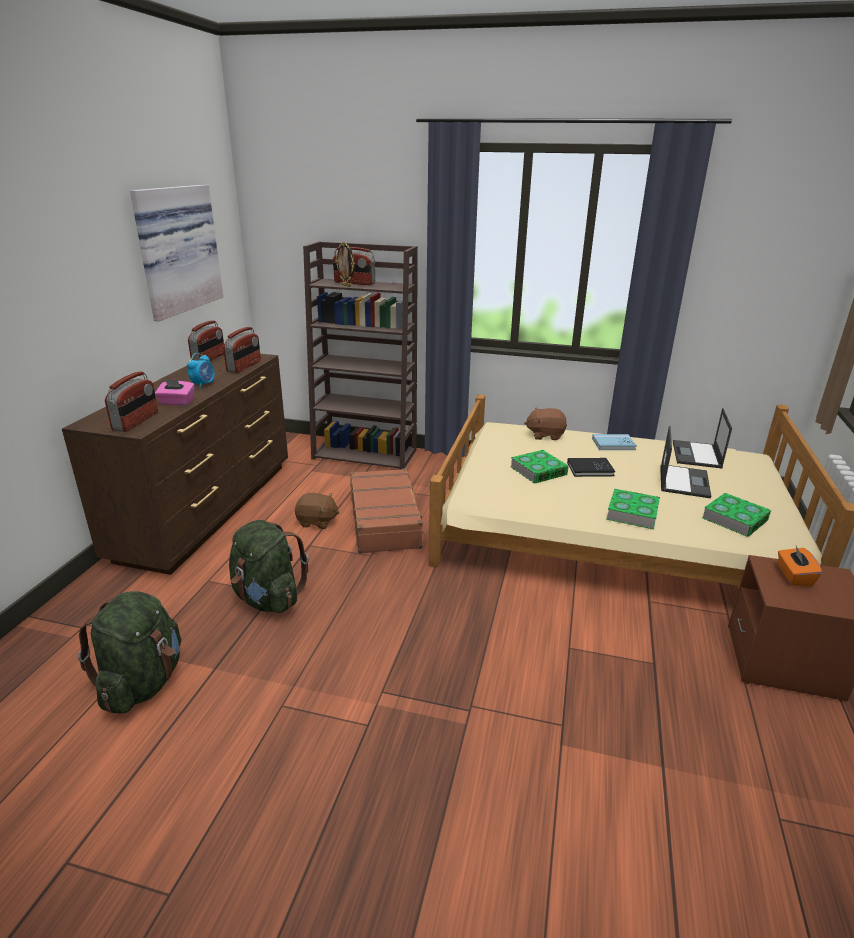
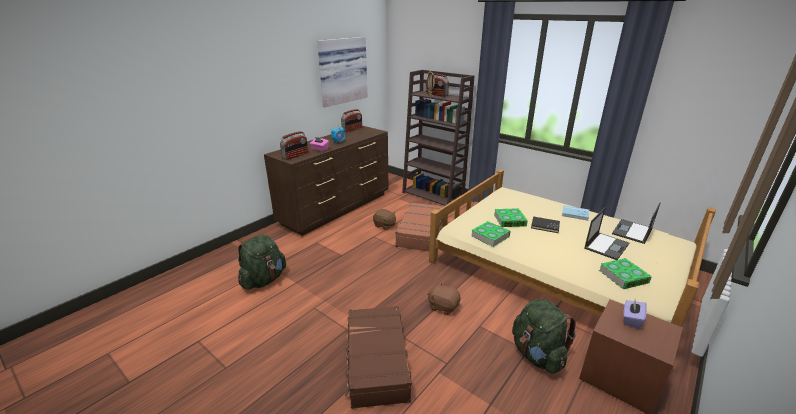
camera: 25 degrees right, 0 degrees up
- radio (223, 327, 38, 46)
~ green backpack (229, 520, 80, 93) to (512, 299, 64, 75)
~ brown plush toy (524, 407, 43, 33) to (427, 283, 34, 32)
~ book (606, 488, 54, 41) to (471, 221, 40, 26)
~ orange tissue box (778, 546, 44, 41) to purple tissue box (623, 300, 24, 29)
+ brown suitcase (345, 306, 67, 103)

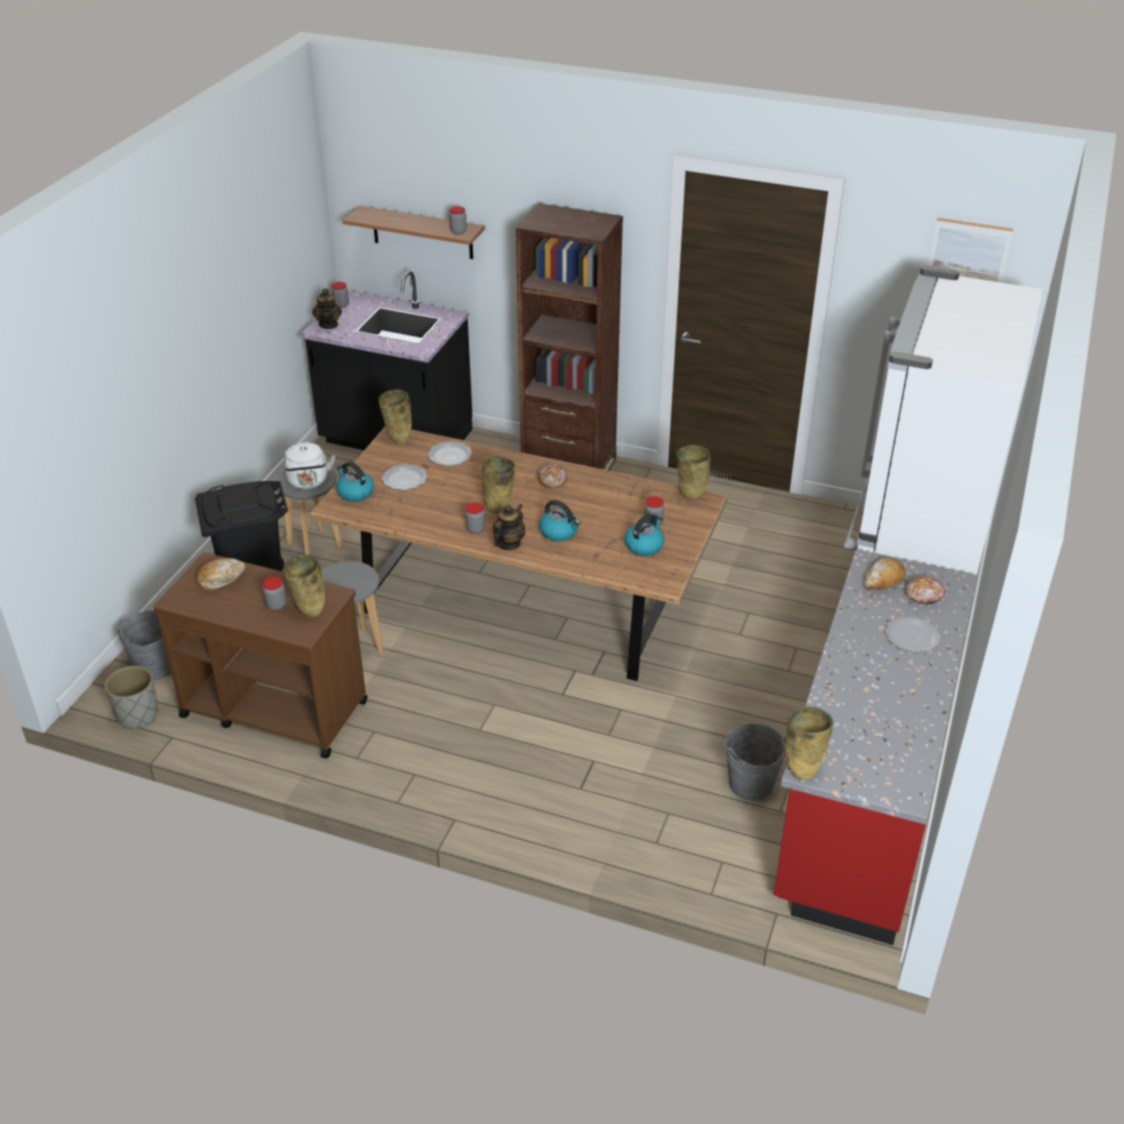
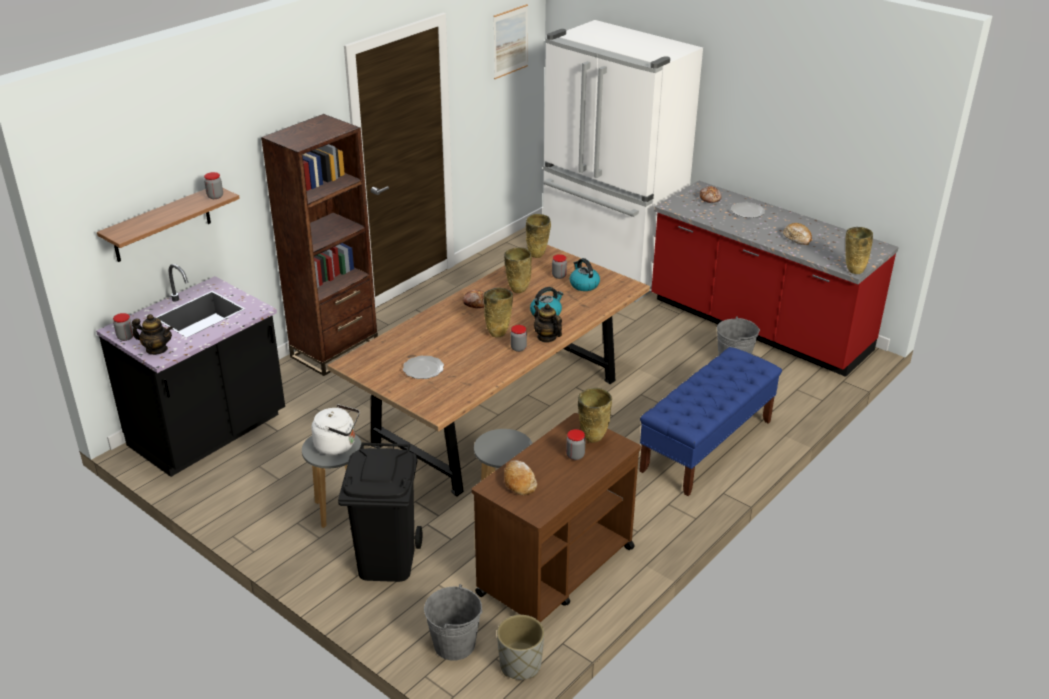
camera: 70 degrees left, 5 degrees down
- kettle (336, 461, 38, 41)
~ beige vase (379, 390, 33, 54) to (504, 247, 28, 46)
- plate (428, 441, 44, 25)
~ bread (864, 557, 42, 33) to (783, 223, 29, 22)
+ blue bench (639, 347, 143, 149)

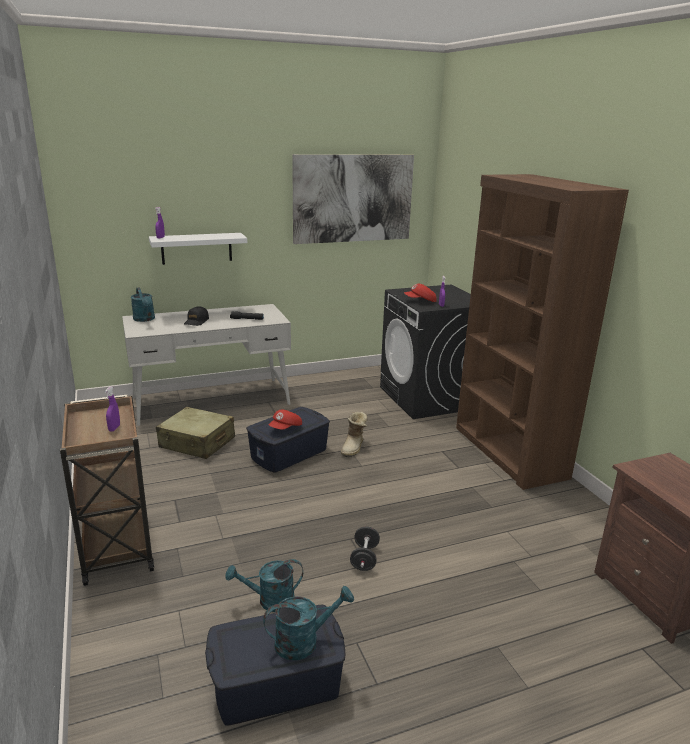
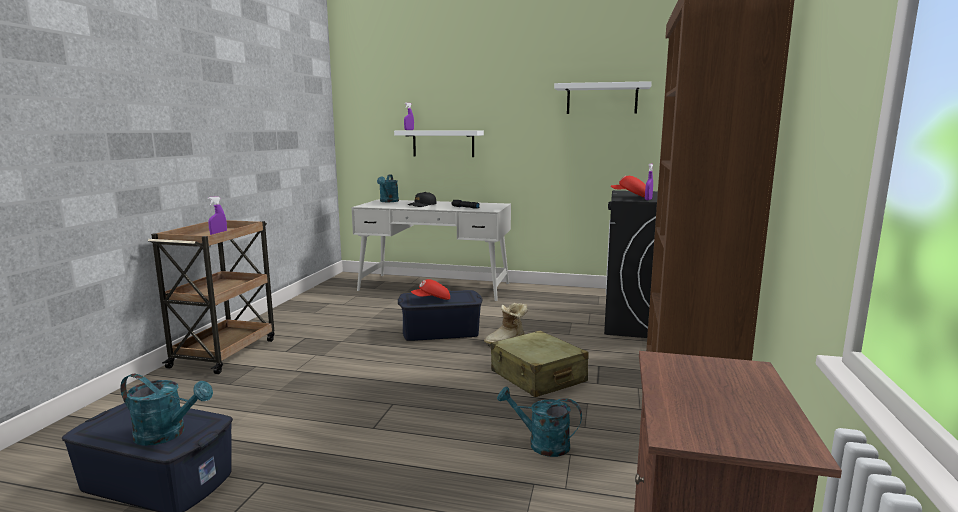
camera: 35 degrees right, 10 degrees down
~ beige suitcase (156, 407, 79, 52) to (491, 331, 98, 66)
~ turquoise watering can (225, 559, 78, 53) to (497, 387, 85, 70)
~ picture (292, 154, 122, 90) to white shelf (554, 81, 98, 33)
- black dumbbell (350, 526, 30, 45)

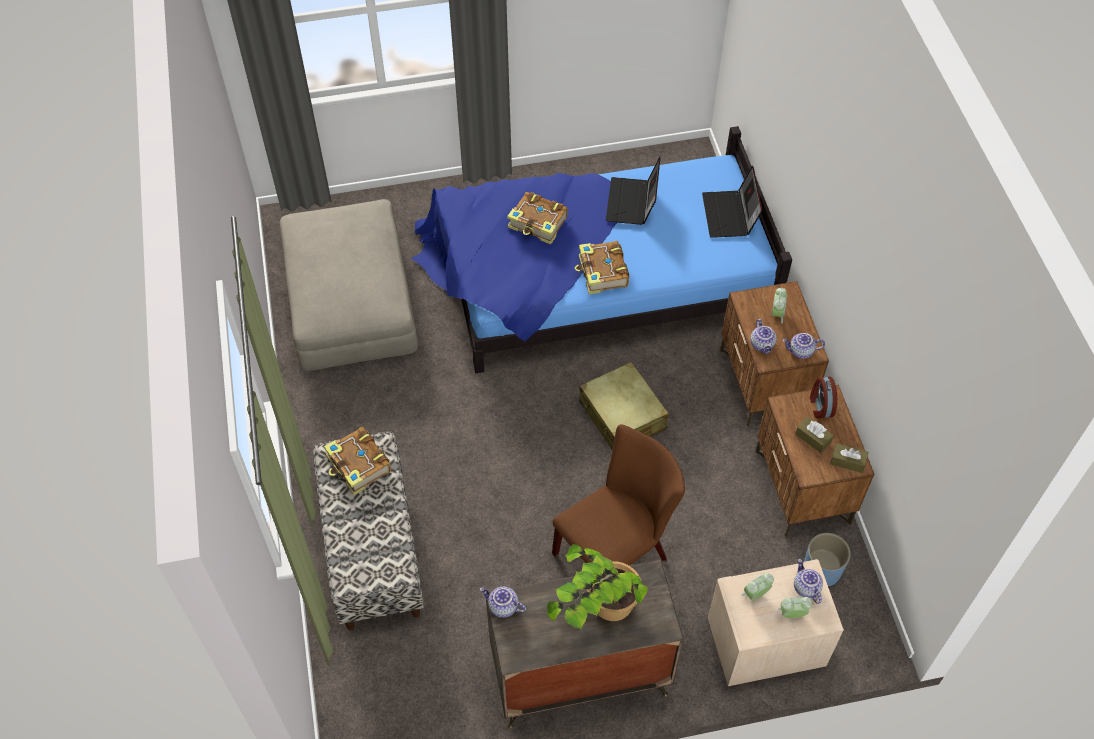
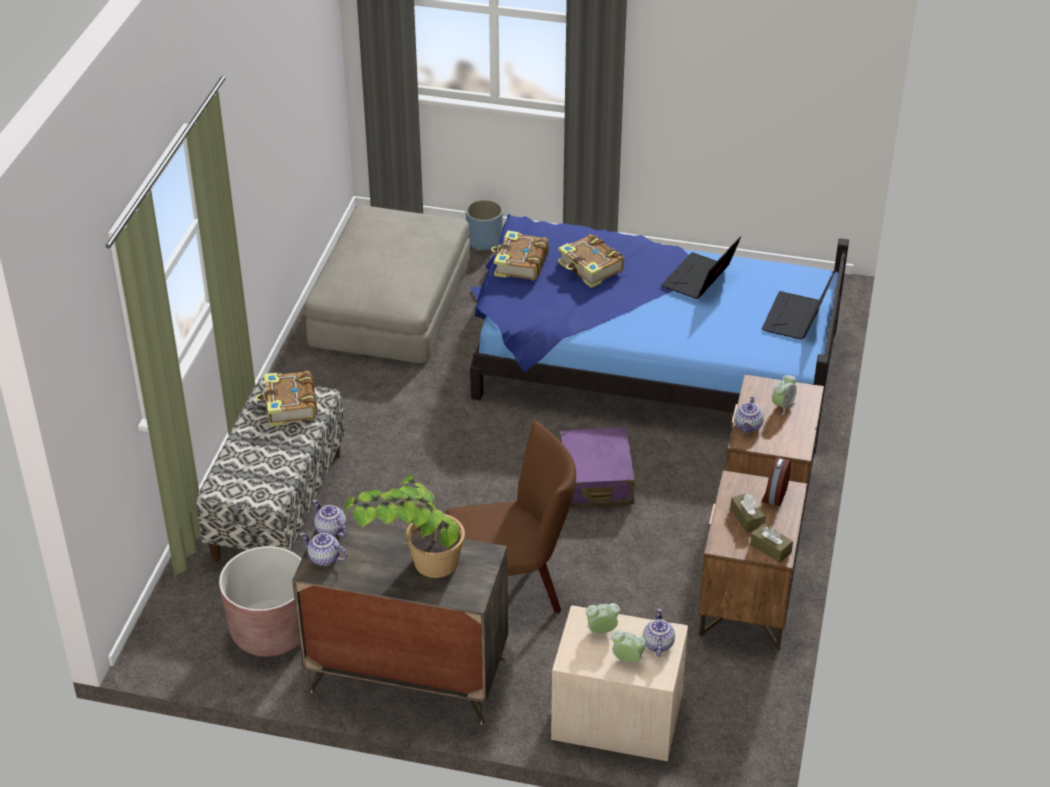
camera: 25 degrees right, 15 degrees down
~ book (575, 241, 54, 53) to (491, 231, 58, 50)
~ beige suitcase (579, 362, 90, 87) to purple suitcase (560, 427, 75, 80)
~ teapot (782, 333, 43, 26) to (300, 532, 47, 34)
~ blue planter (804, 533, 46, 54) to (466, 199, 37, 52)
+ brown planter (219, 546, 83, 111)

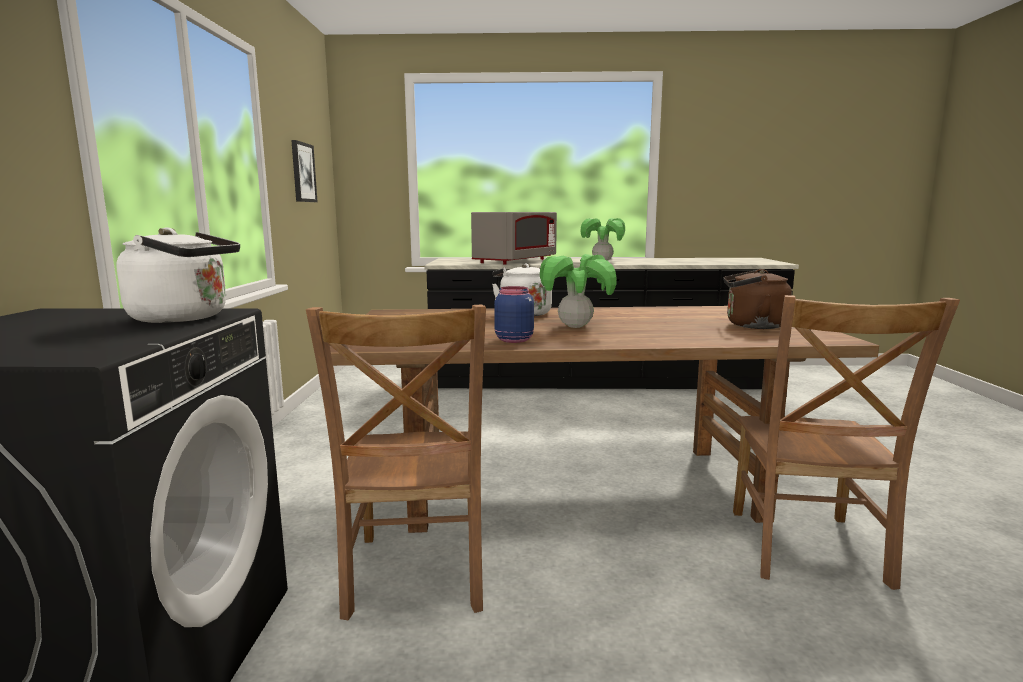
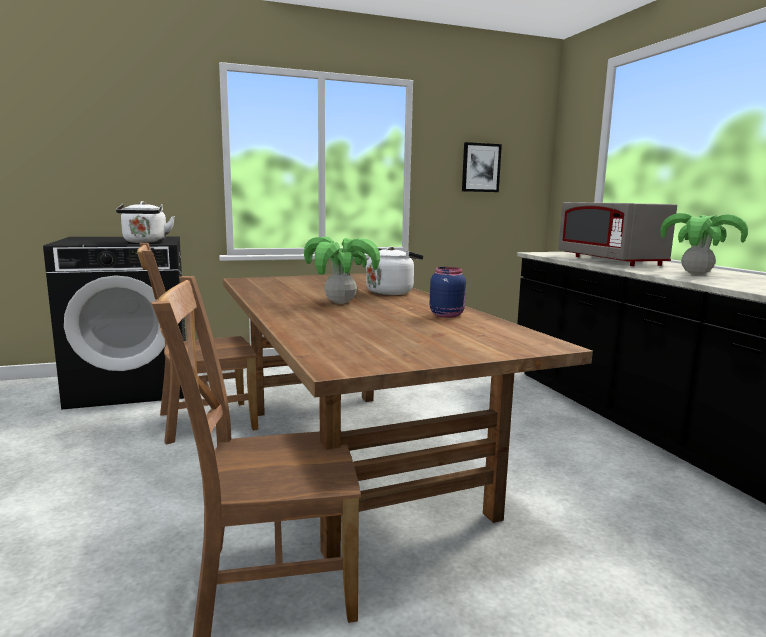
camera: 70 degrees right, 0 degrees up
~ grey microwave (471, 212, 86, 53) = (558, 202, 119, 64) 60 degrees clockwise
~ blue jar (494, 286, 40, 57) to (430, 267, 36, 51)
- brown kettle (723, 269, 69, 60)

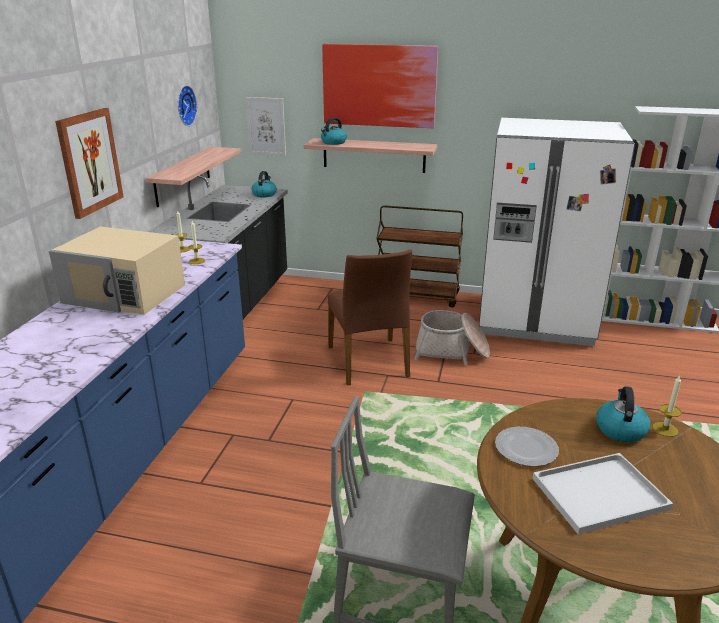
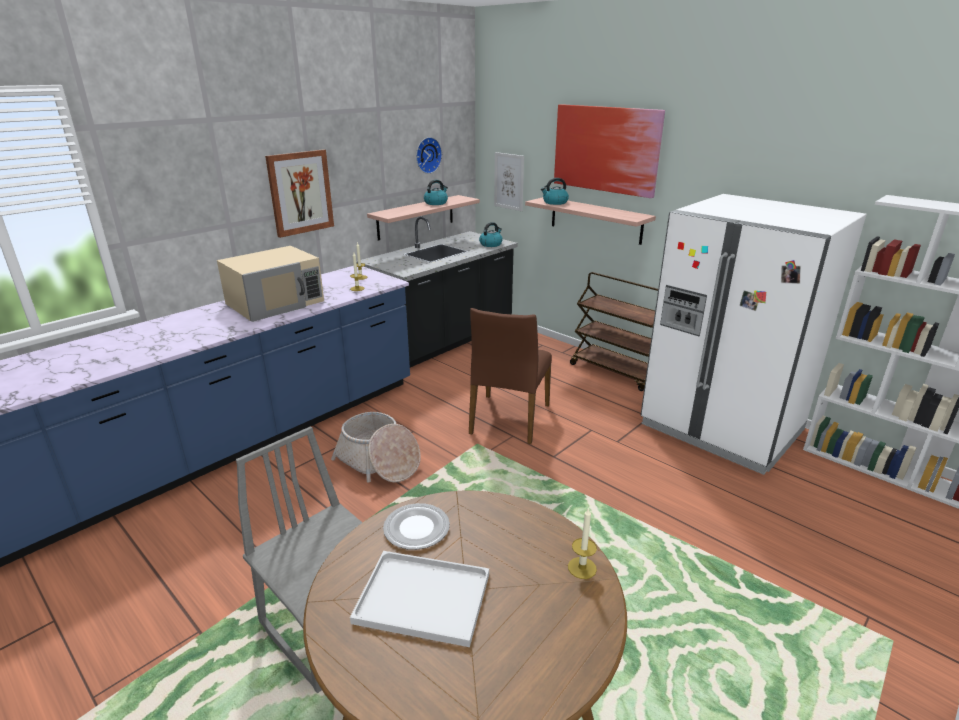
camera: 30 degrees right, 0 degrees up
~ beige microwave (49, 226, 136, 89) = (217, 246, 107, 76) 90 degrees counterclockwise
~ basket (414, 310, 76, 55) to (331, 412, 90, 70)
~ kettle (596, 386, 54, 57) to (424, 180, 24, 25)

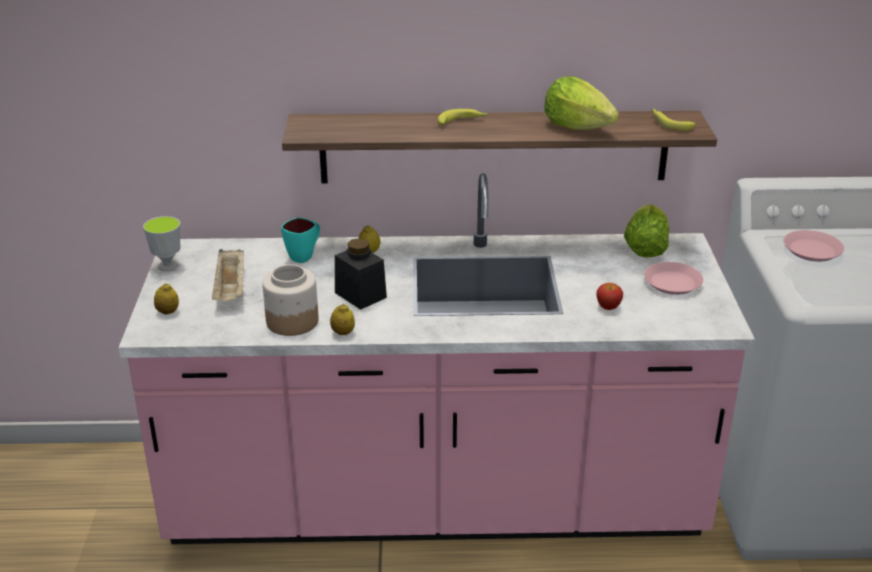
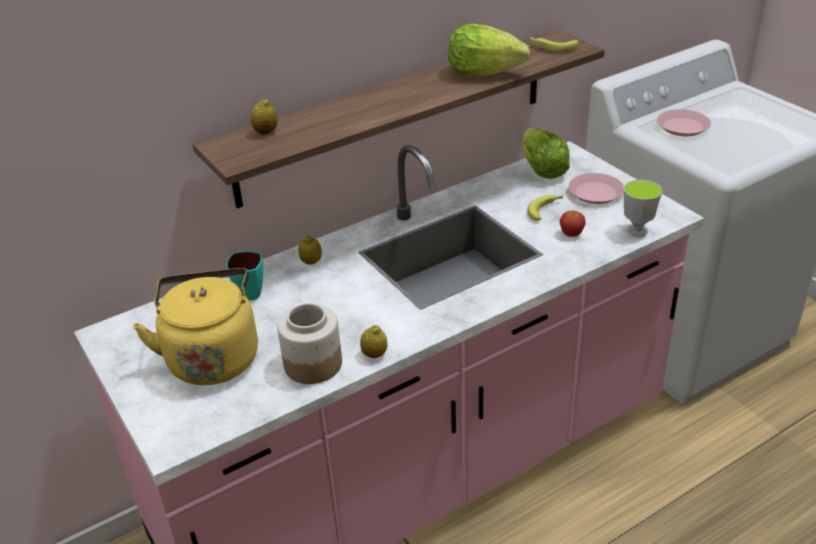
camera: 30 degrees left, 5 degrees up
~ cup (143, 216, 37, 55) to (623, 180, 39, 57)
~ lemon (154, 283, 25, 32) to (251, 98, 27, 37)
~ beige tray (212, 249, 32, 52) to yellow kettle (133, 268, 125, 117)
- black jar (335, 238, 52, 72)
~ banana (438, 109, 50, 17) to (527, 195, 37, 26)

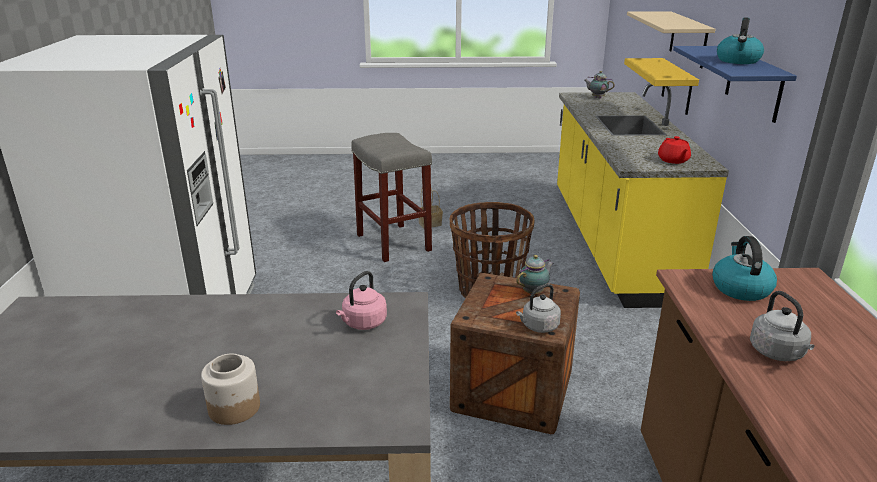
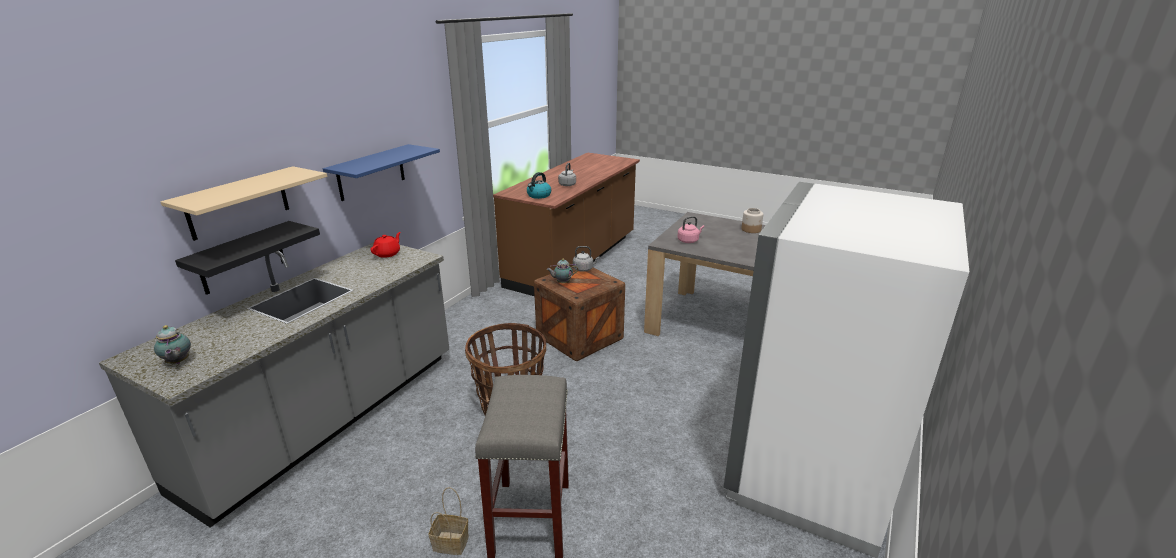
camera: 150 degrees left, 0 degrees up
~ yellow counter (557, 83, 172, 225) to grey counter (99, 243, 350, 285)
~ yellow shelf (624, 58, 75, 57) to black shelf (175, 221, 145, 74)
- kettle (717, 17, 47, 47)

